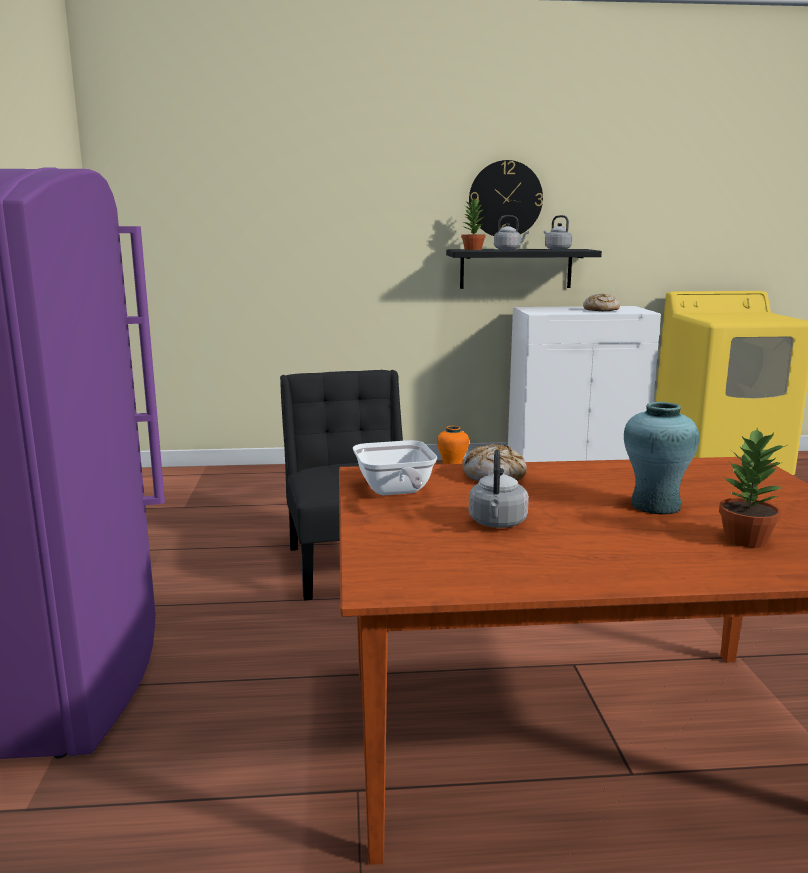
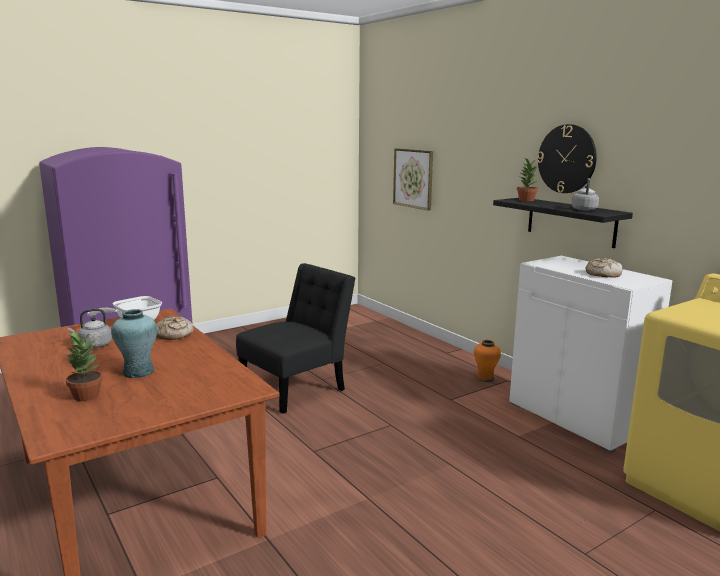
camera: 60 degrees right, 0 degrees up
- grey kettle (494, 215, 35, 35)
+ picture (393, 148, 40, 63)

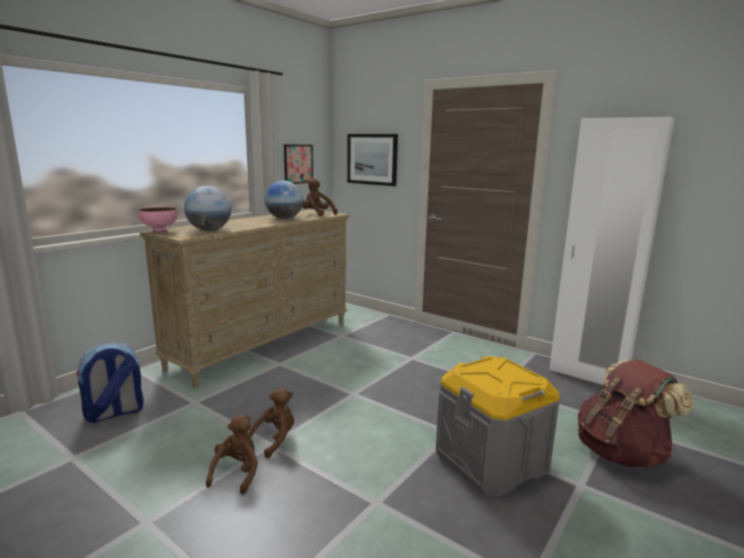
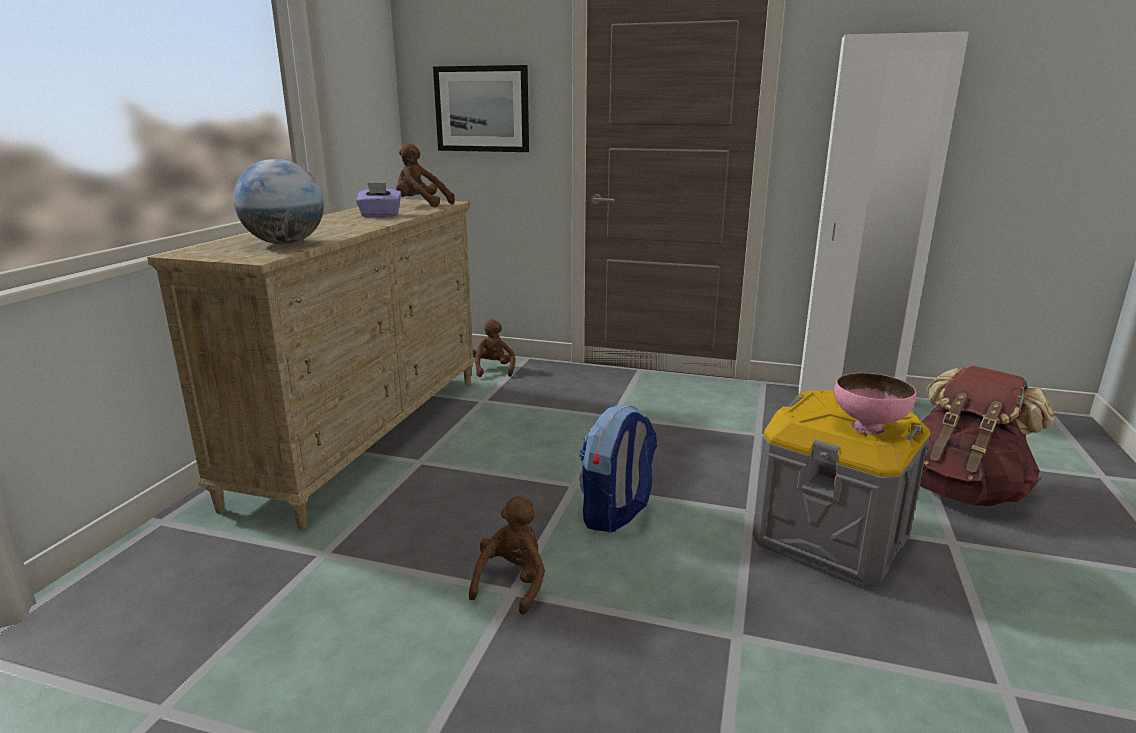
camera: 20 degrees left, 5 degrees up
~ backpack (75, 343, 69, 80) to (579, 405, 79, 128)
~ pink bowl (138, 207, 40, 26) to (834, 373, 82, 62)
~ brown plush toy (206, 414, 52, 80) to (473, 319, 42, 58)
~ globe (265, 181, 38, 38) to purple tissue box (356, 182, 45, 35)
- picture (284, 144, 29, 40)

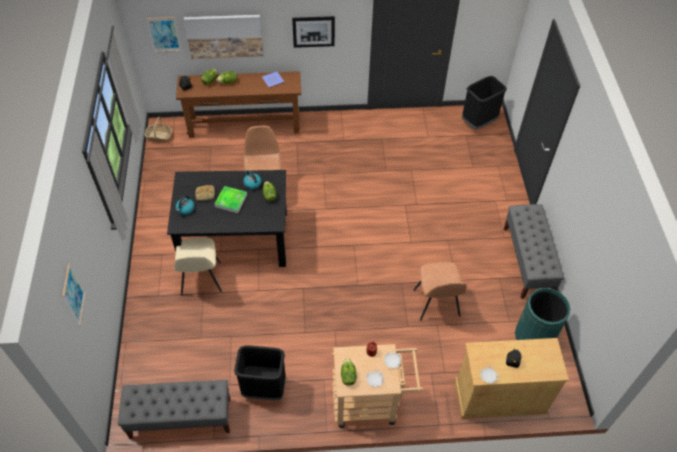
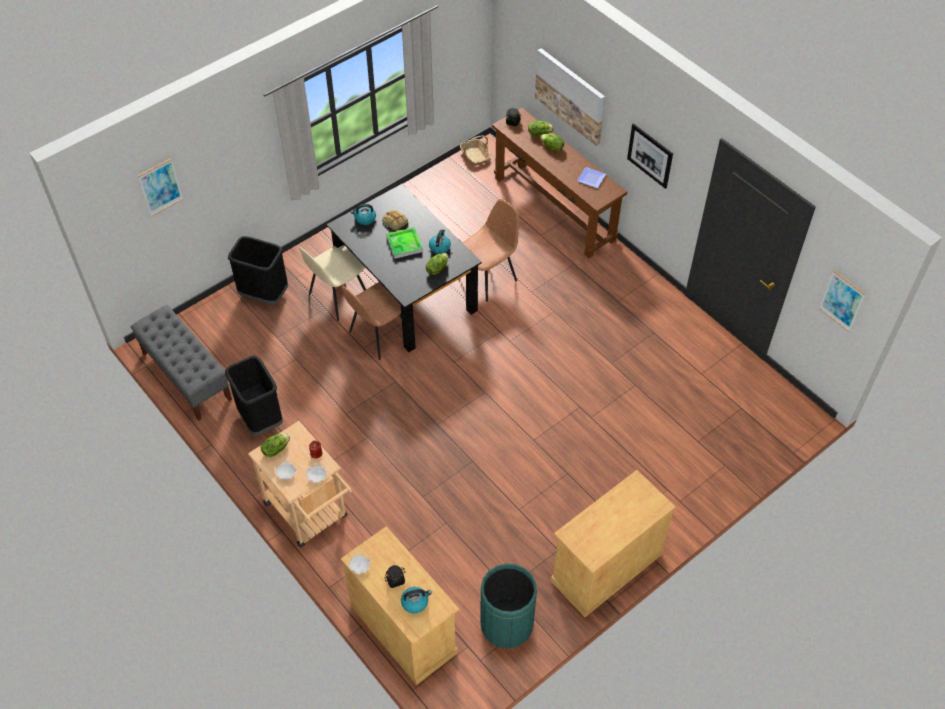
camera: 55 degrees right, 0 degrees up
~ picture (146, 17, 35, 35) to (819, 270, 46, 62)
~ brown chair (414, 262, 53, 59) to (341, 282, 61, 78)
~ black trash can (462, 76, 45, 54) to (228, 236, 60, 69)
~ grey bench (504, 204, 60, 95) to beige cabinet (551, 470, 125, 147)
+ kettle (401, 587, 31, 27)

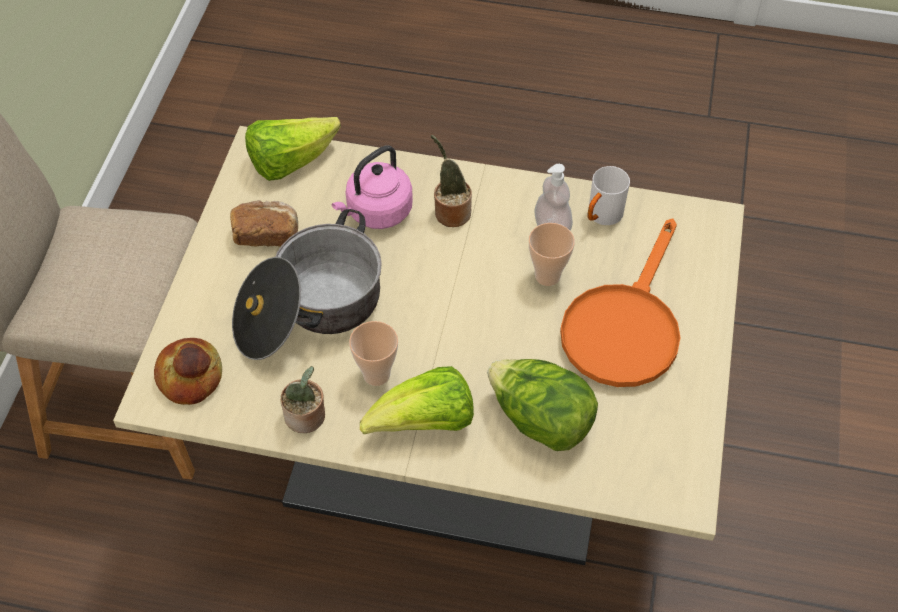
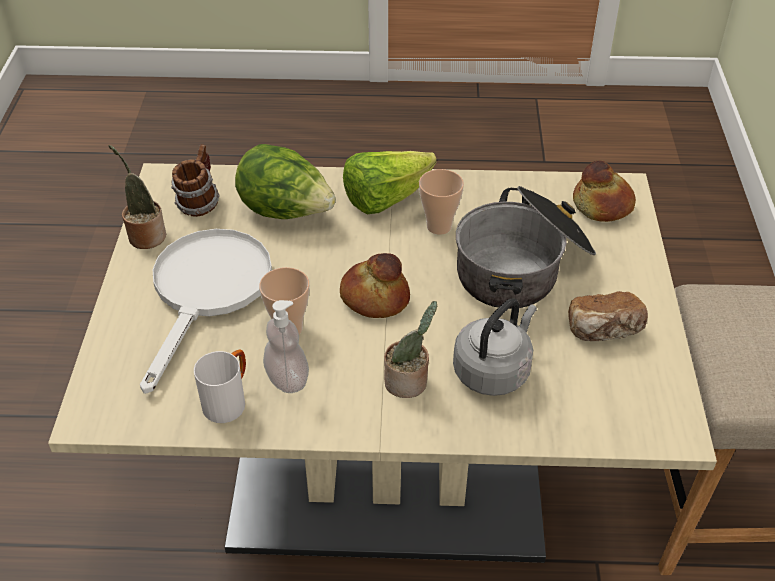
camera: 170 degrees right, 10 degrees down
- lettuce (245, 117, 96, 64)
~ potted plant (280, 366, 45, 67) to (108, 145, 58, 104)
~ pink kettle (332, 145, 81, 84) to grey kettle (453, 298, 84, 98)
~ orange frying pan (560, 218, 121, 169) to white frying pan (140, 229, 132, 165)
+ mug (171, 144, 49, 73)
+ bread (340, 253, 70, 65)

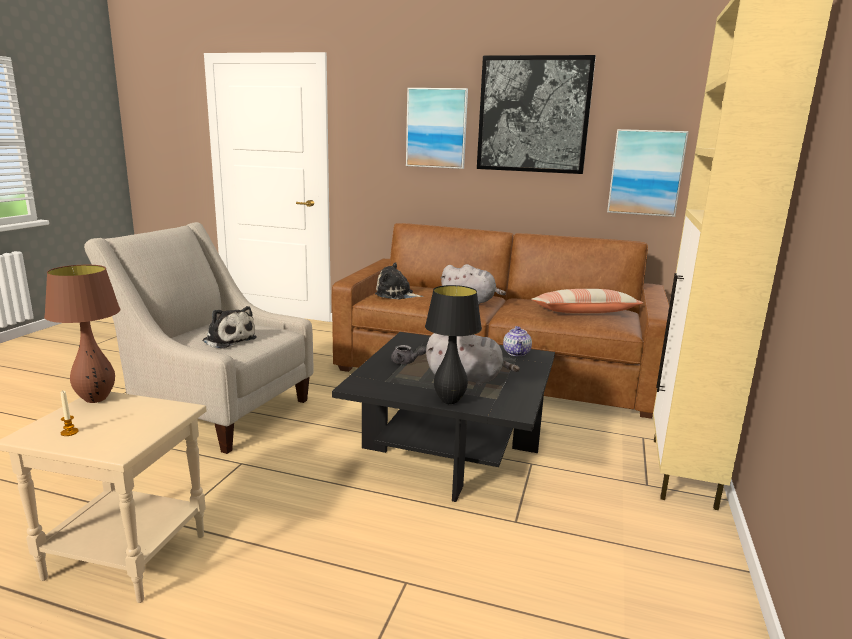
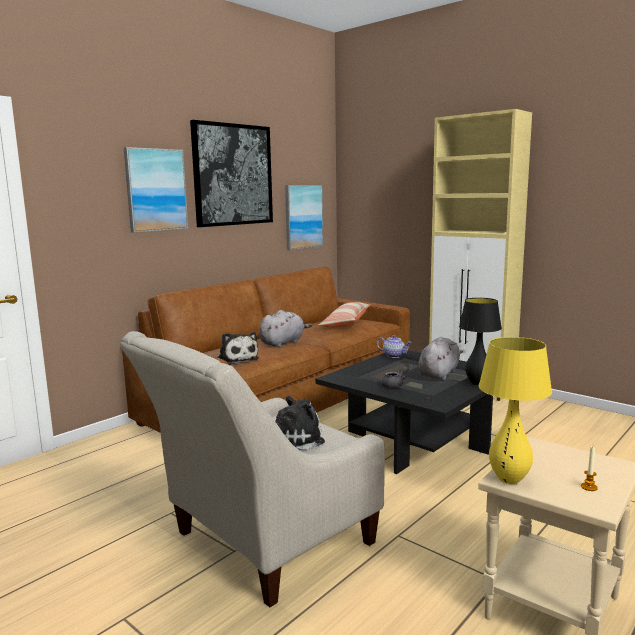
camera: 65 degrees left, 5 degrees down
~ brown table lamp (44, 265, 76, 138) to yellow table lamp (479, 337, 73, 147)
~ plush toy (375, 262, 49, 37) = (217, 332, 42, 33) 75 degrees counterclockwise

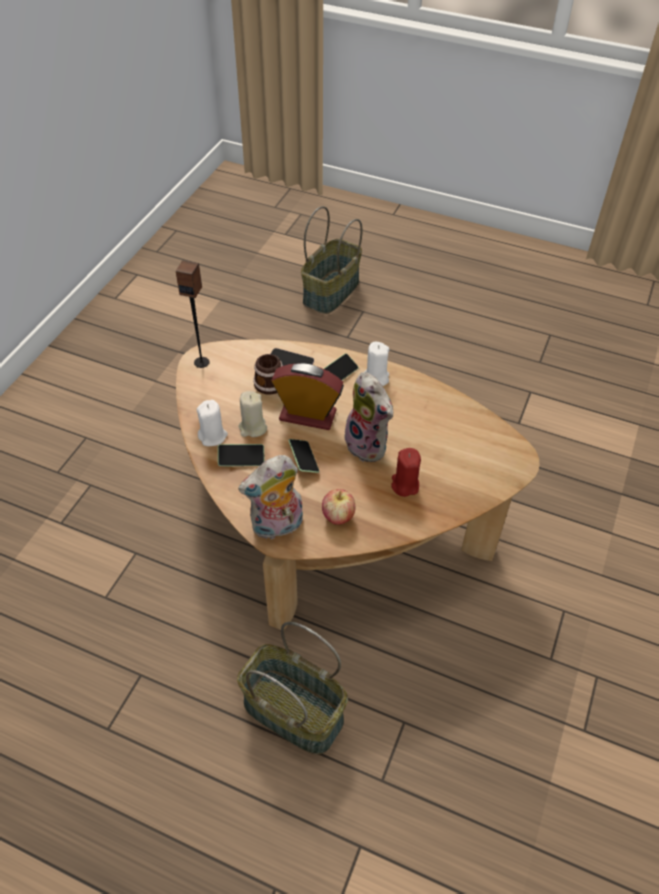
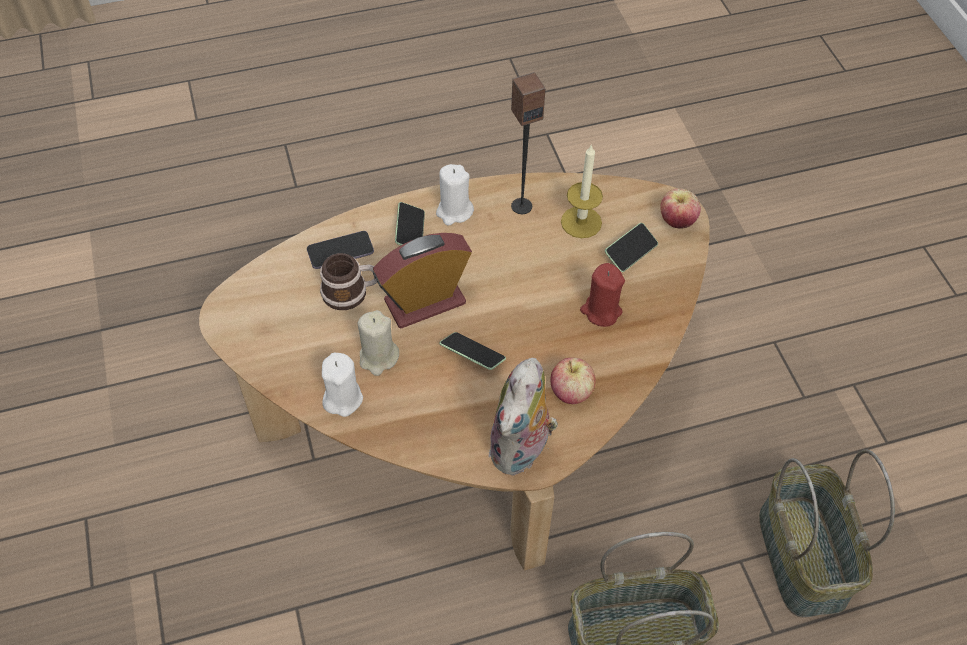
camera: 40 degrees left, 5 degrees up
~ speaker (176, 260, 33, 108) to (511, 72, 35, 142)
~ phone (218, 444, 47, 22) to (605, 223, 53, 49)
~ basket (301, 206, 61, 108) to (759, 449, 136, 169)
- plush toy (342, 372, 52, 90)
+ candle (561, 144, 42, 94)
+ apple (660, 188, 41, 41)

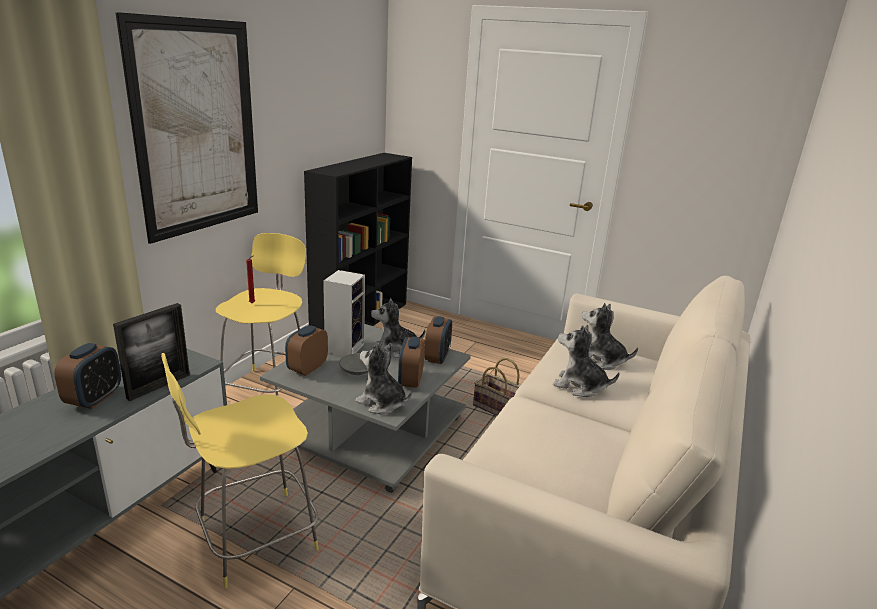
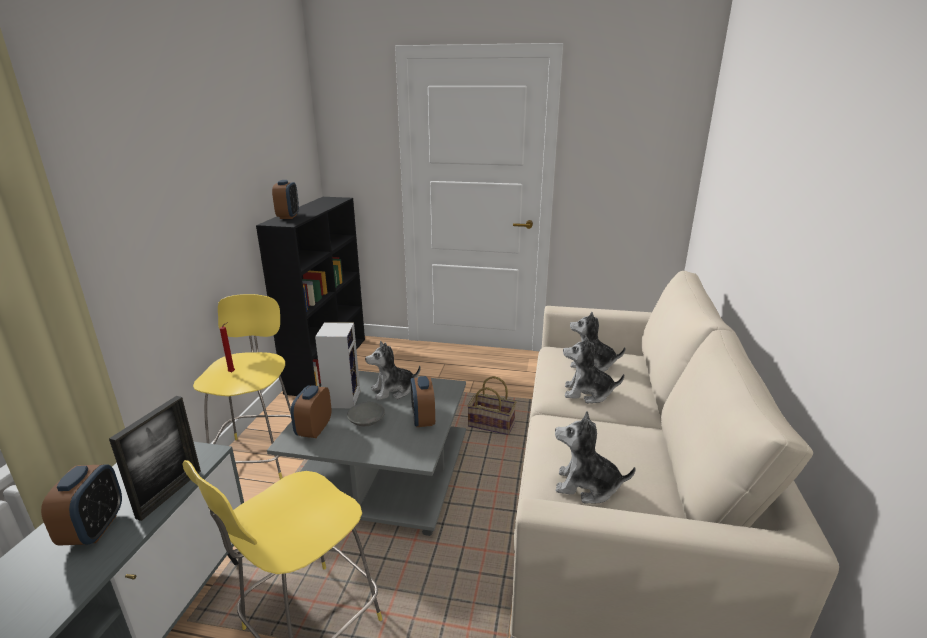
camera: 15 degrees left, 0 degrees up
- picture (115, 12, 143, 232)
~ plush toy (355, 343, 57, 71) to (555, 411, 81, 93)
~ alarm clock (424, 316, 28, 48) to (272, 180, 27, 39)

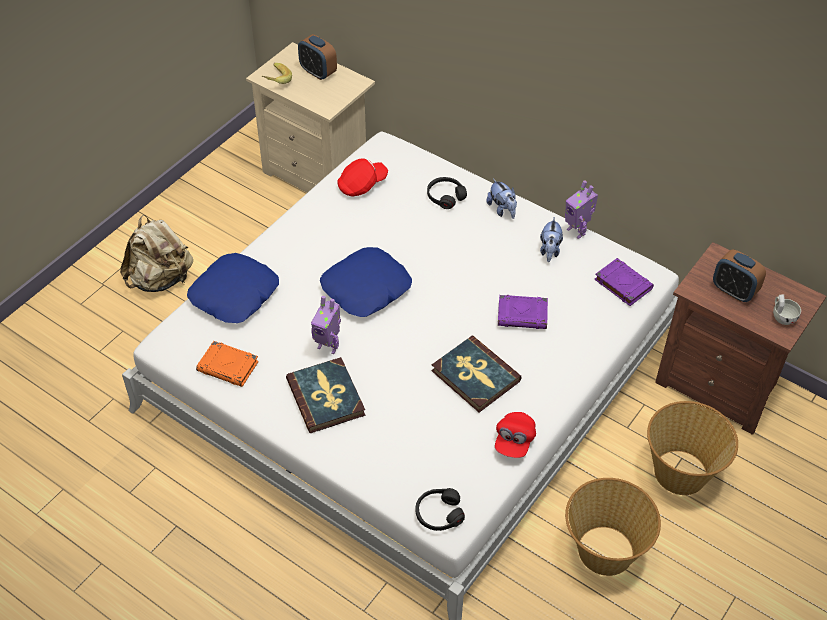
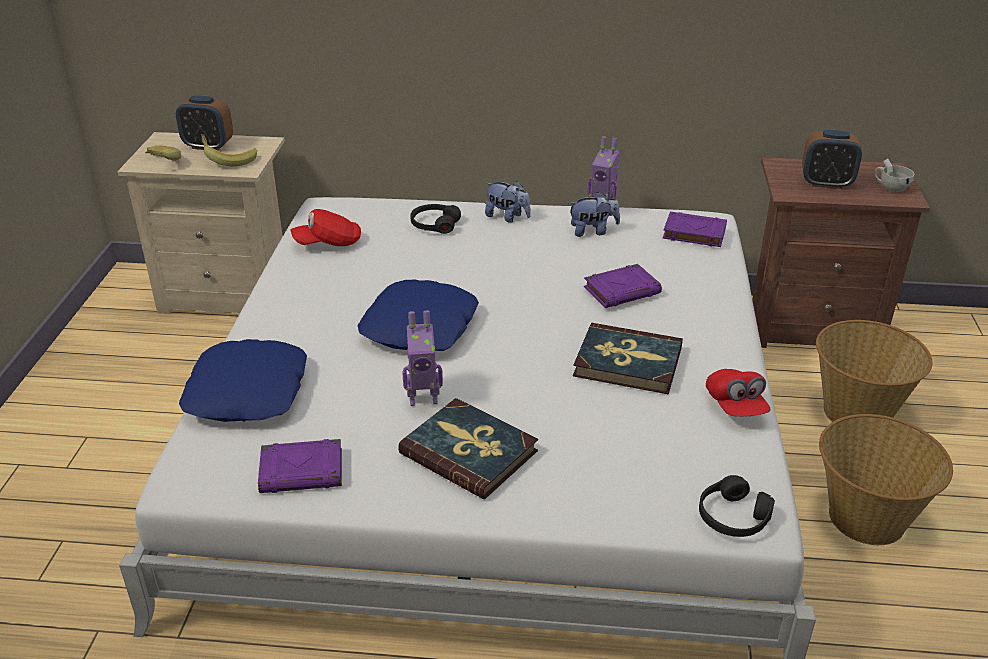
camera: 30 degrees left, 15 degrees down
- beige backpack (120, 215, 73, 77)
~ orange book (196, 341, 63, 46) to purple book (258, 439, 84, 54)
~ red cap (338, 158, 50, 39) = (291, 209, 70, 37) 135 degrees counterclockwise
~ plush toy (540, 217, 23, 45) = (568, 192, 52, 45) 75 degrees counterclockwise
+ banana (201, 134, 56, 33)

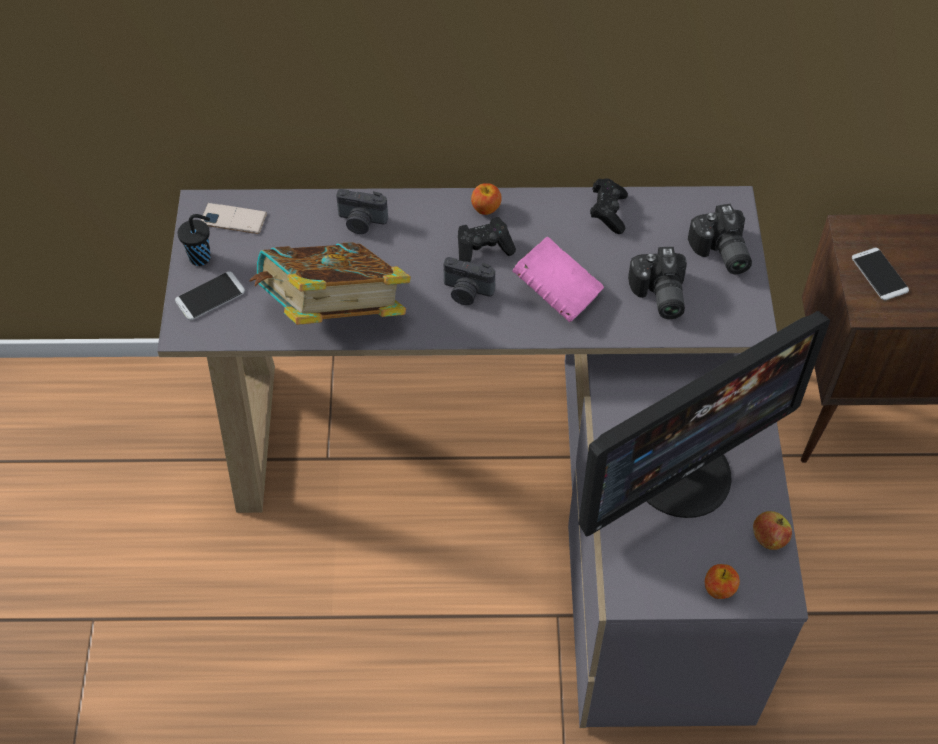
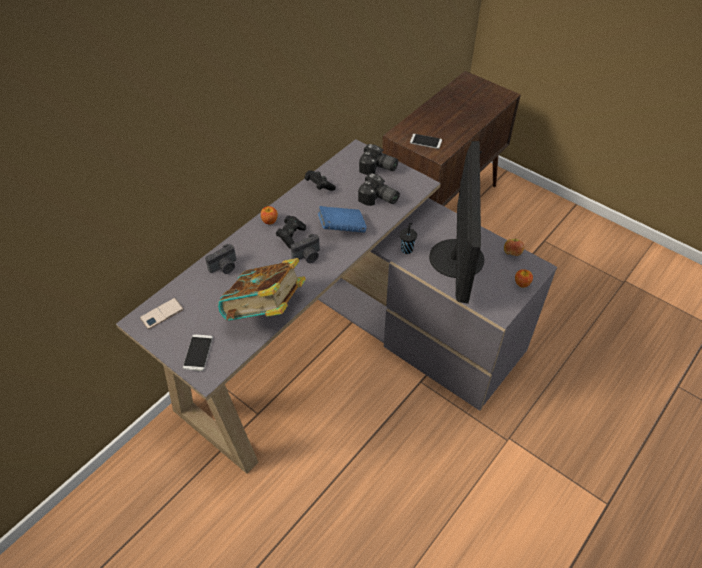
camera: 50 degrees left, 5 degrees down
~ black cup (178, 214, 33, 52) to (400, 223, 17, 31)
~ pink book (512, 237, 92, 85) to blue book (318, 206, 48, 27)

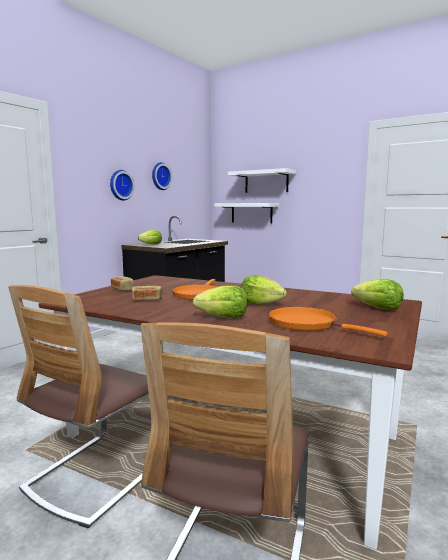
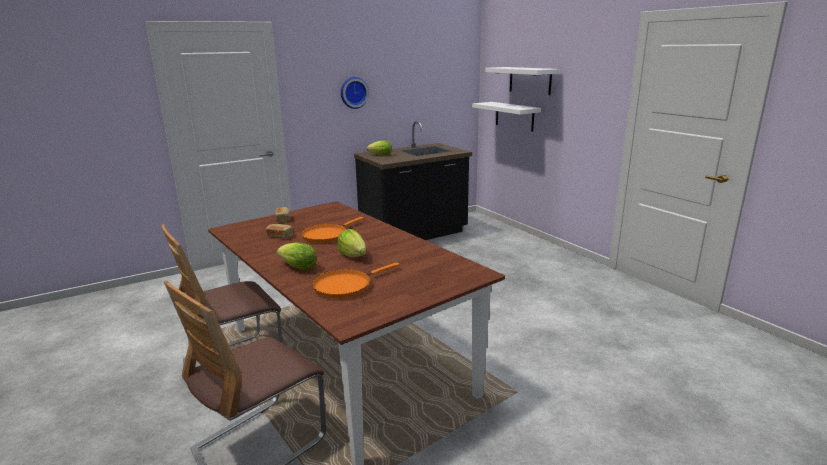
camera: 25 degrees right, 10 degrees up
- wall clock (152, 162, 20, 28)
~ orange frying pan (269, 307, 118, 29) = (312, 262, 88, 36) 105 degrees counterclockwise
- lettuce (351, 279, 53, 31)

